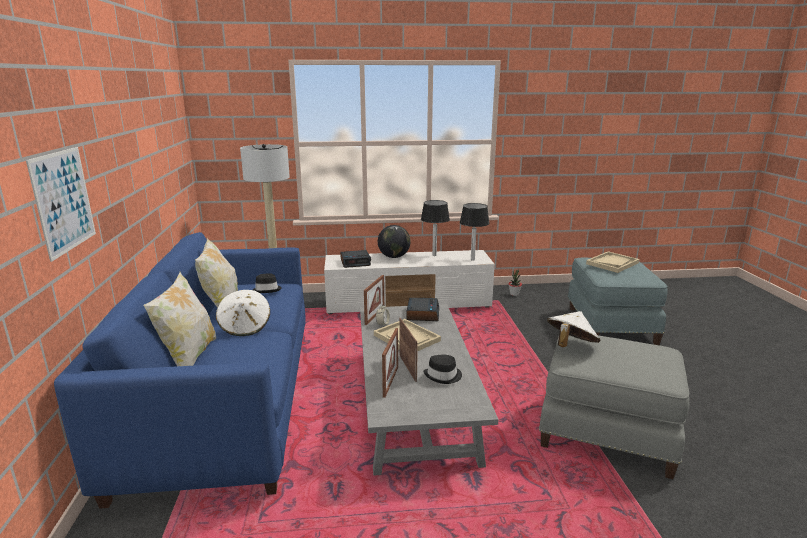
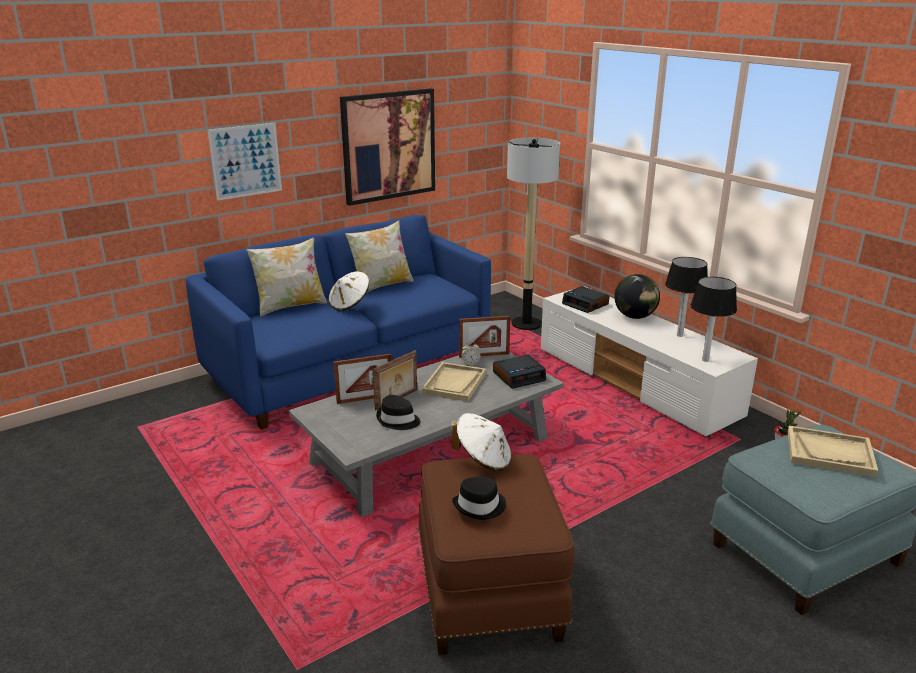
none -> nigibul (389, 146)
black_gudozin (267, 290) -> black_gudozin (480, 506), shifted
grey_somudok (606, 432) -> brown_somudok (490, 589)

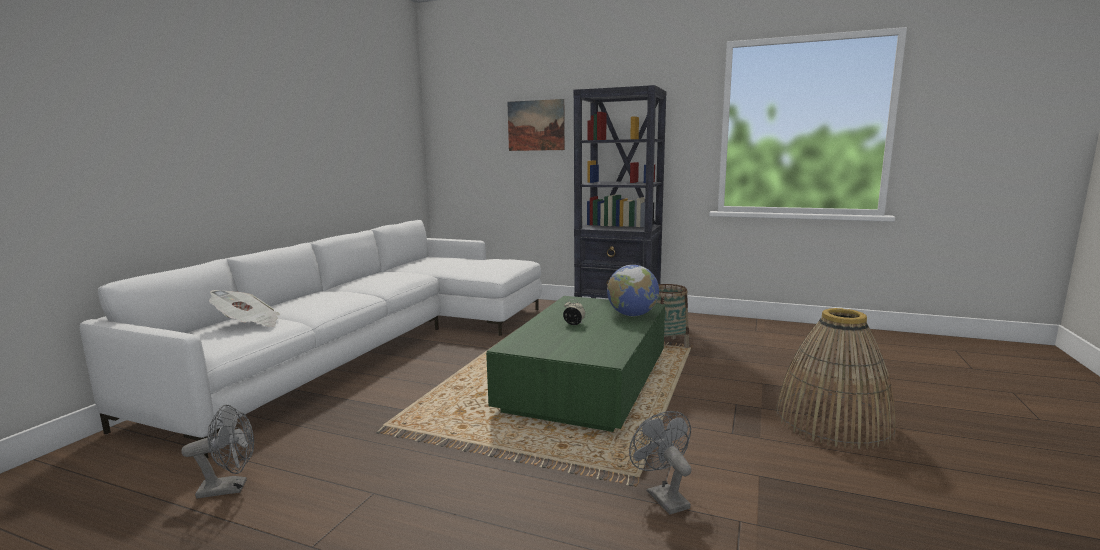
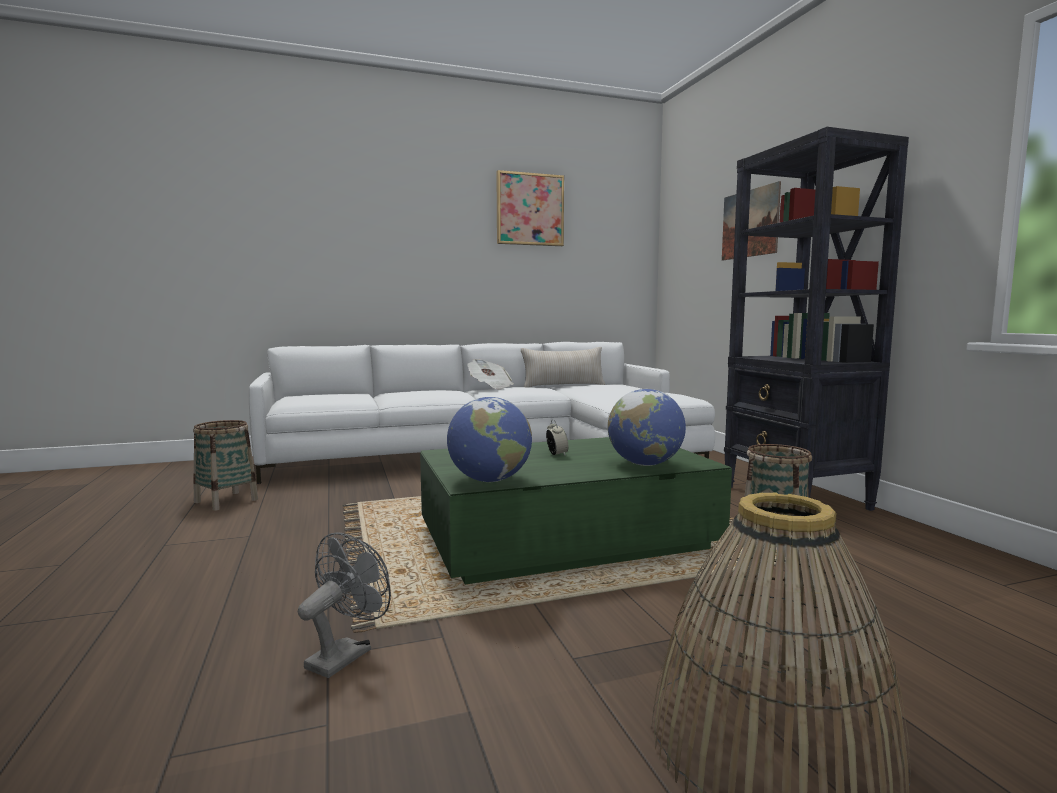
none -> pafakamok (490, 480)
none -> nigibul (530, 209)
none -> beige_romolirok (563, 386)
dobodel (248, 324) -> dobodel (490, 387), shifted
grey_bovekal (230, 488) -> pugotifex (226, 501)

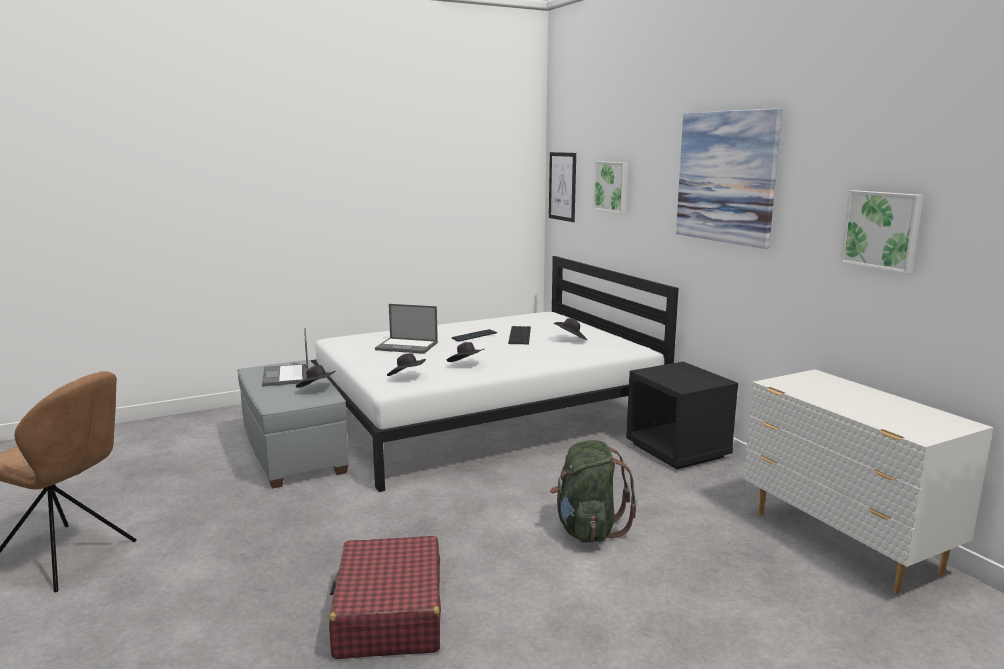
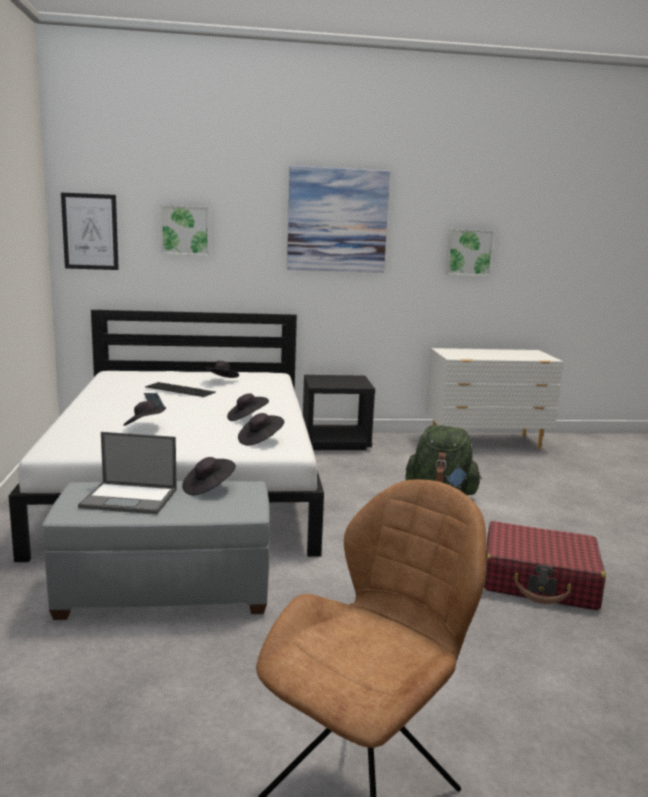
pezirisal (407, 346) -> black_gudozin (145, 427)

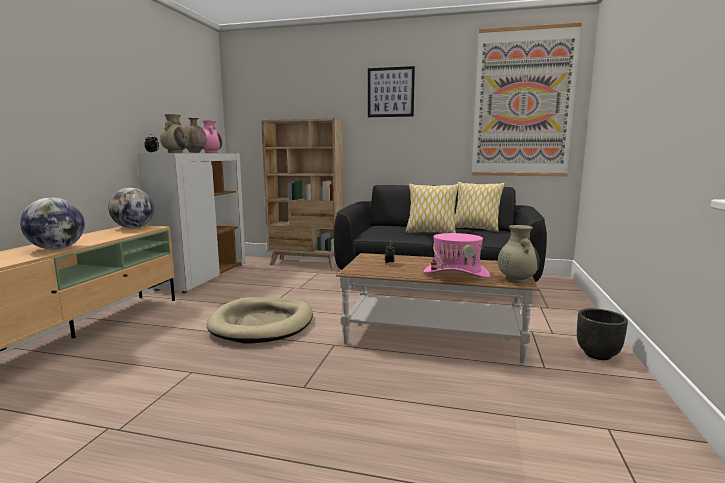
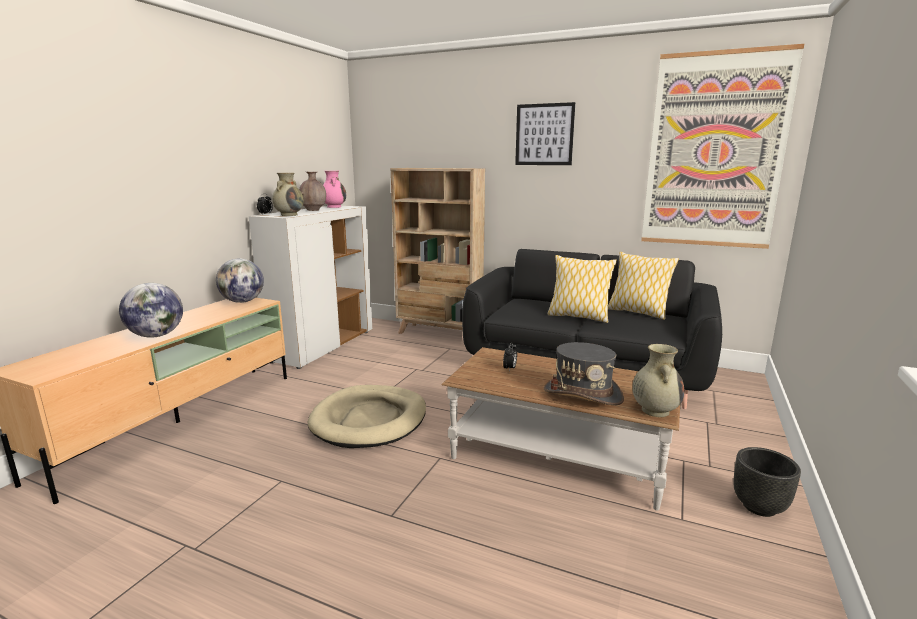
pink_gudozin (456, 274) -> grey_gudozin (582, 394)

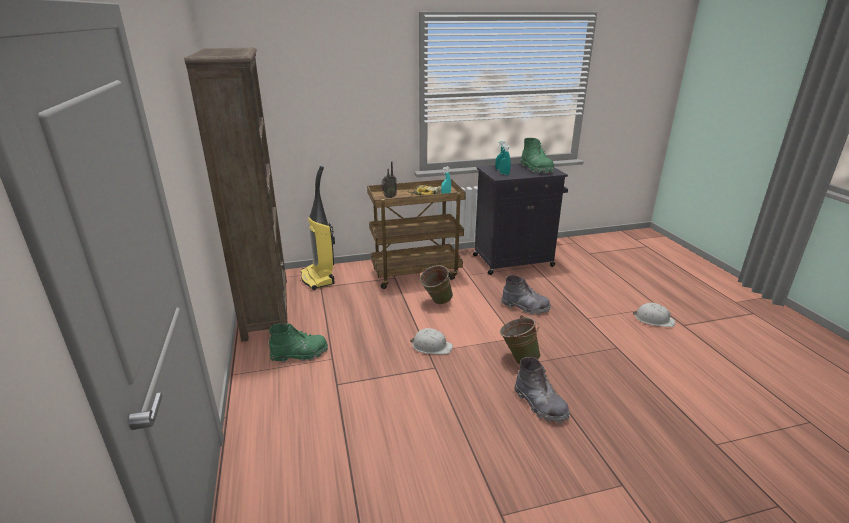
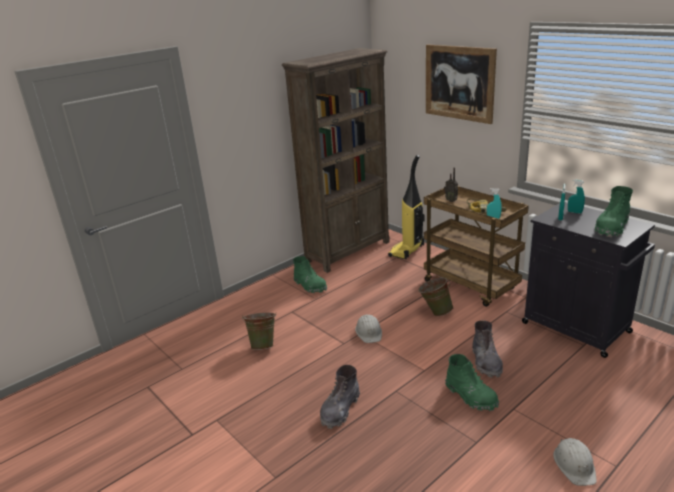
none -> nigibul (459, 83)
none -> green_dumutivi (471, 396)
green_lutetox (518, 358) -> green_lutetox (263, 345), shifted

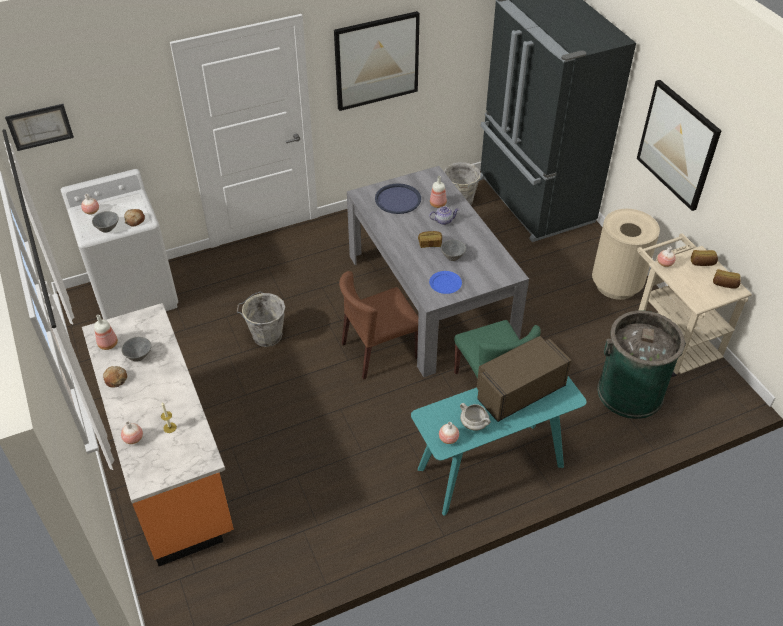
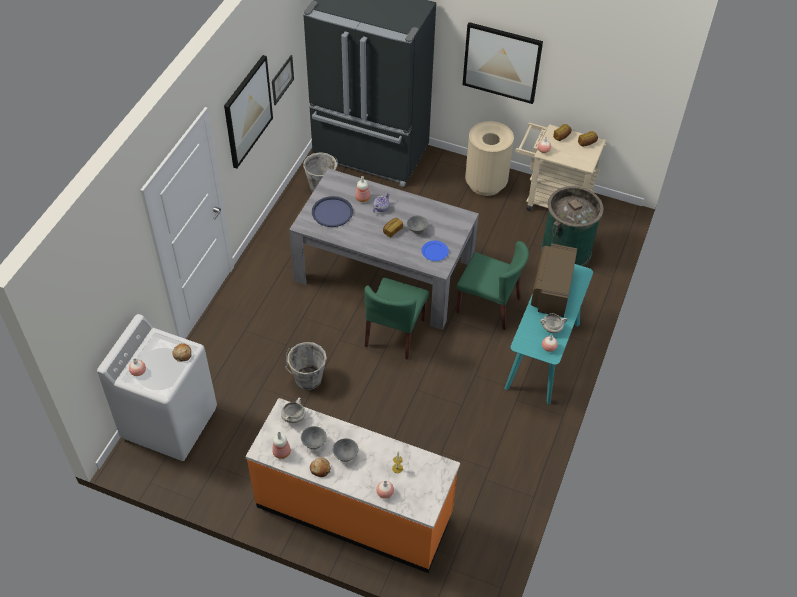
none -> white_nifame (293, 417)
nigibul (40, 126) -> nigibul (282, 79), shifted
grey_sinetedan (108, 228) -> grey_sinetedan (346, 455), shifted
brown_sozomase (379, 351) -> green_sozomase (395, 333)

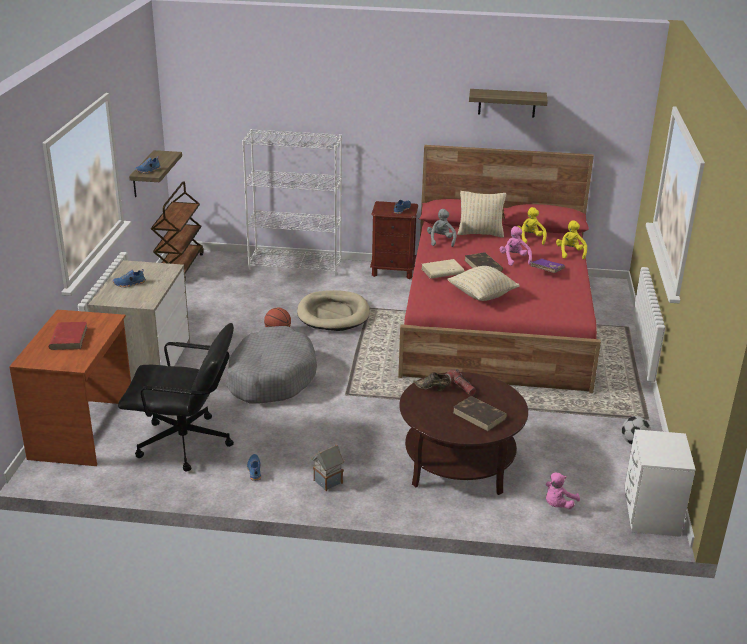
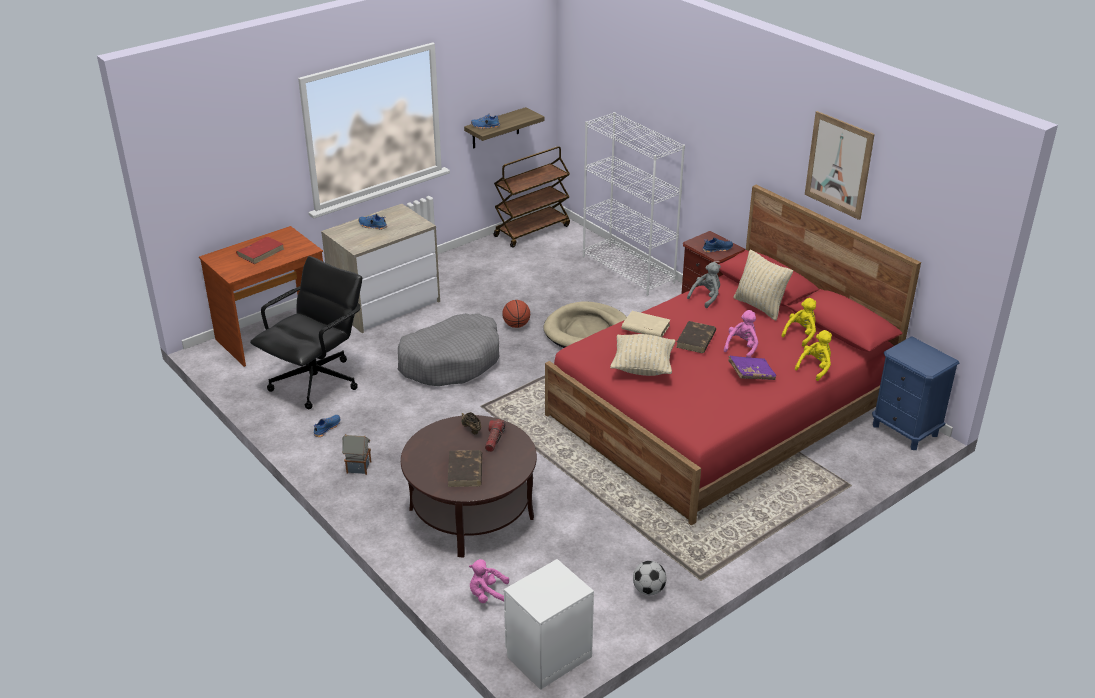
none -> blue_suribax (905, 430)
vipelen (507, 103) -> nigibul (838, 165)
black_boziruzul (185, 444) -> black_boziruzul (316, 382), 105 degrees counterclockwise

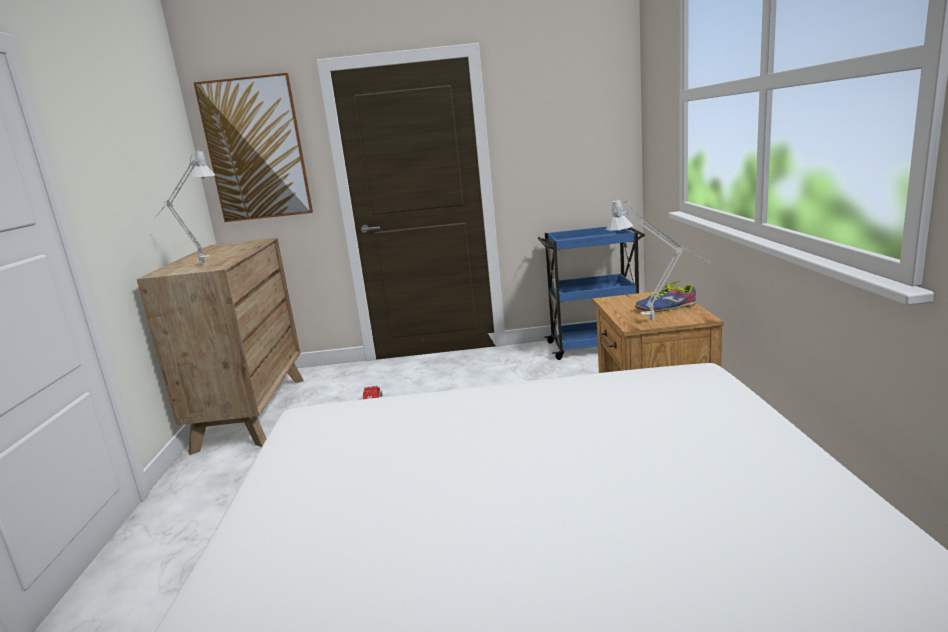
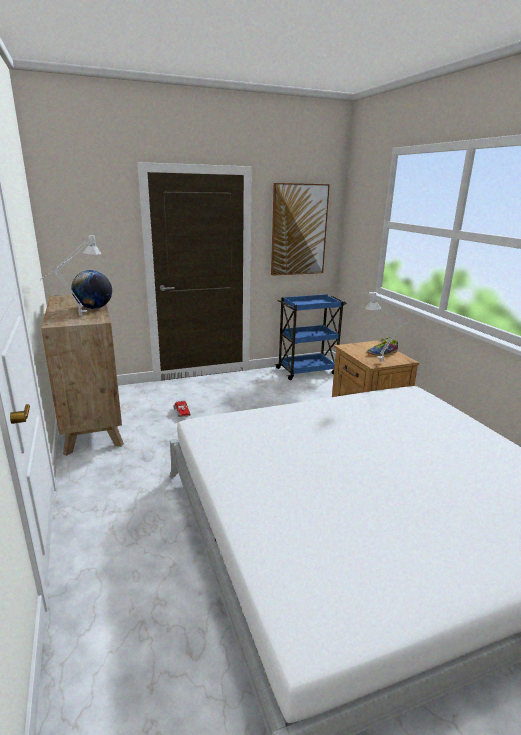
none -> pafakamok (94, 308)
nigibul (256, 149) -> nigibul (299, 230), shifted

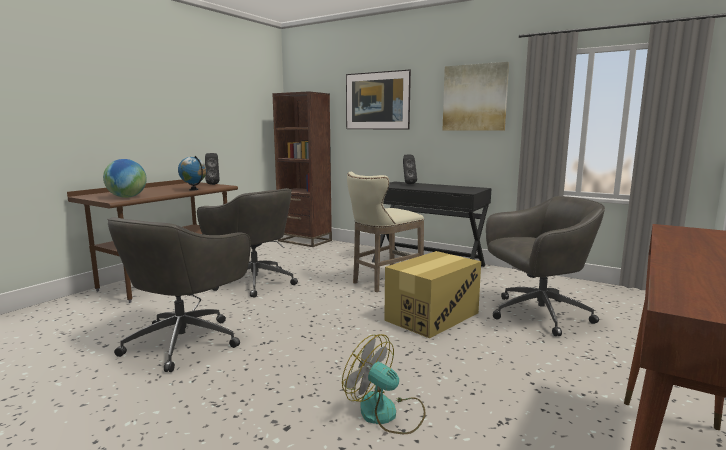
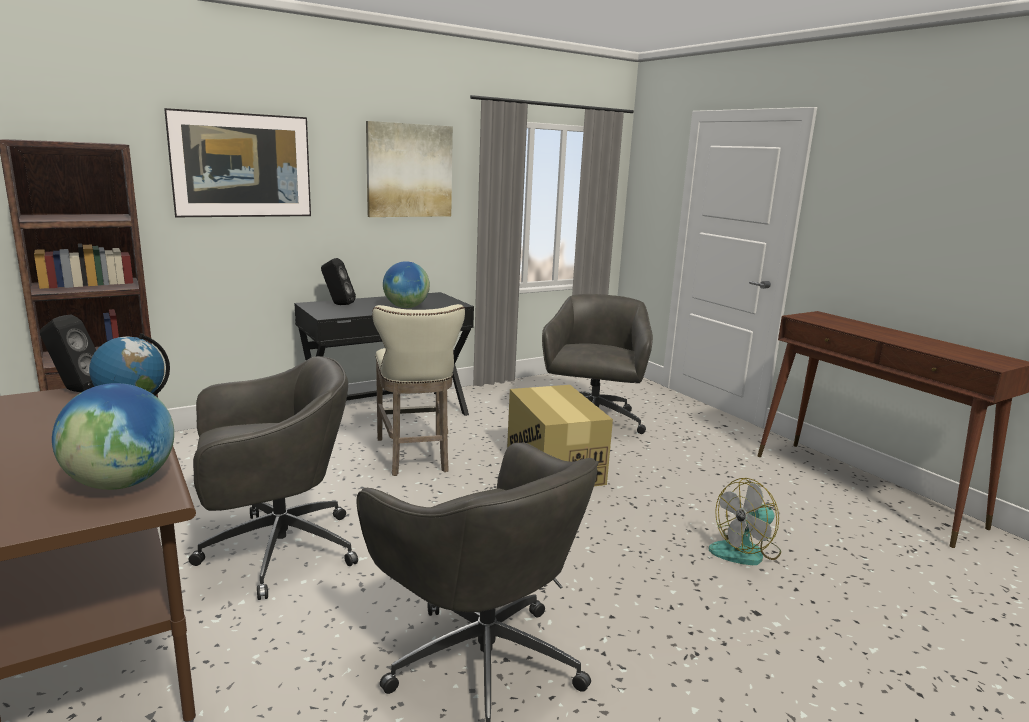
none -> pafakamok (406, 307)

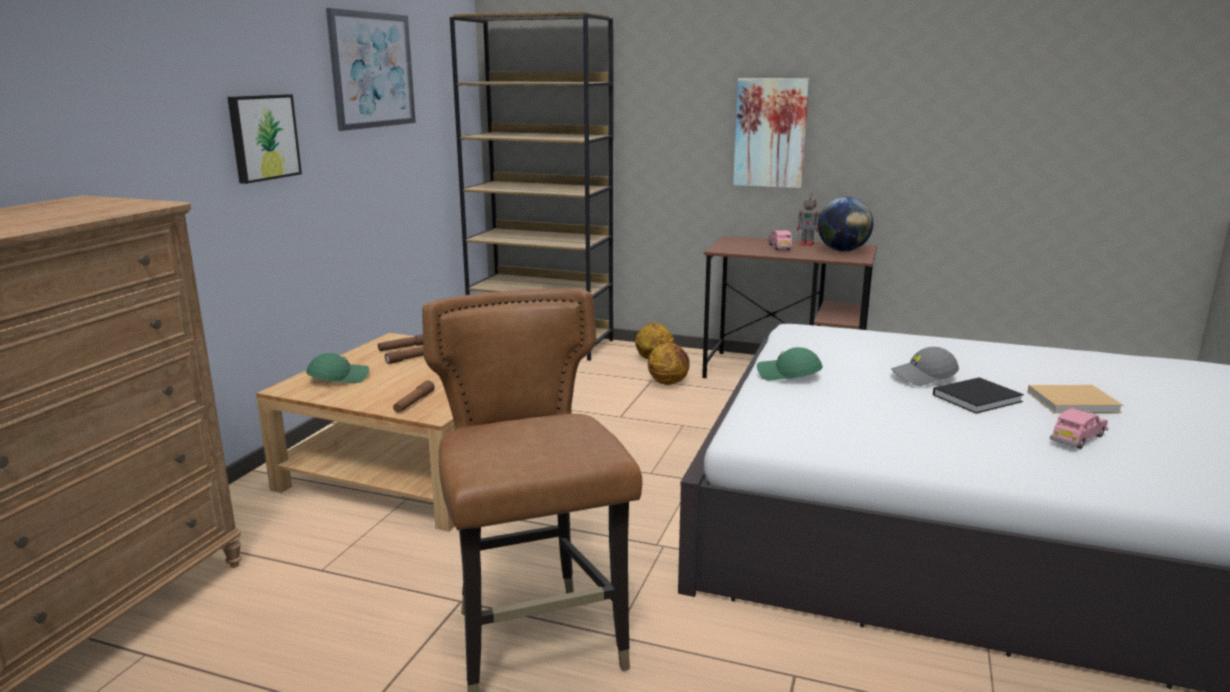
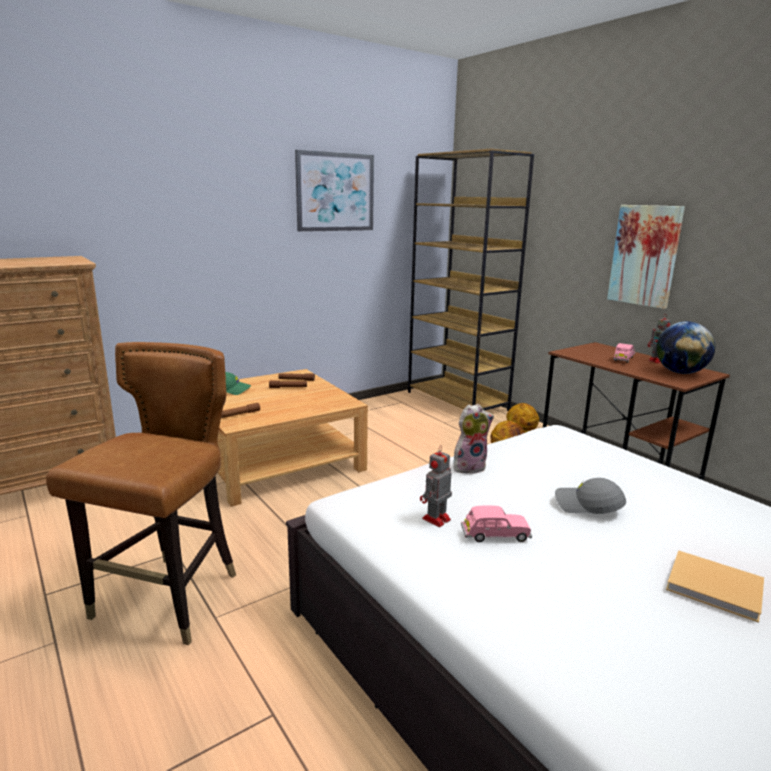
nigibul (263, 137) -> none
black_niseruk (978, 398) -> none
none -> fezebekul (435, 520)
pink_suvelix (1077, 440) -> pink_suvelix (495, 536), shifted
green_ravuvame (788, 375) -> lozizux (469, 466)

